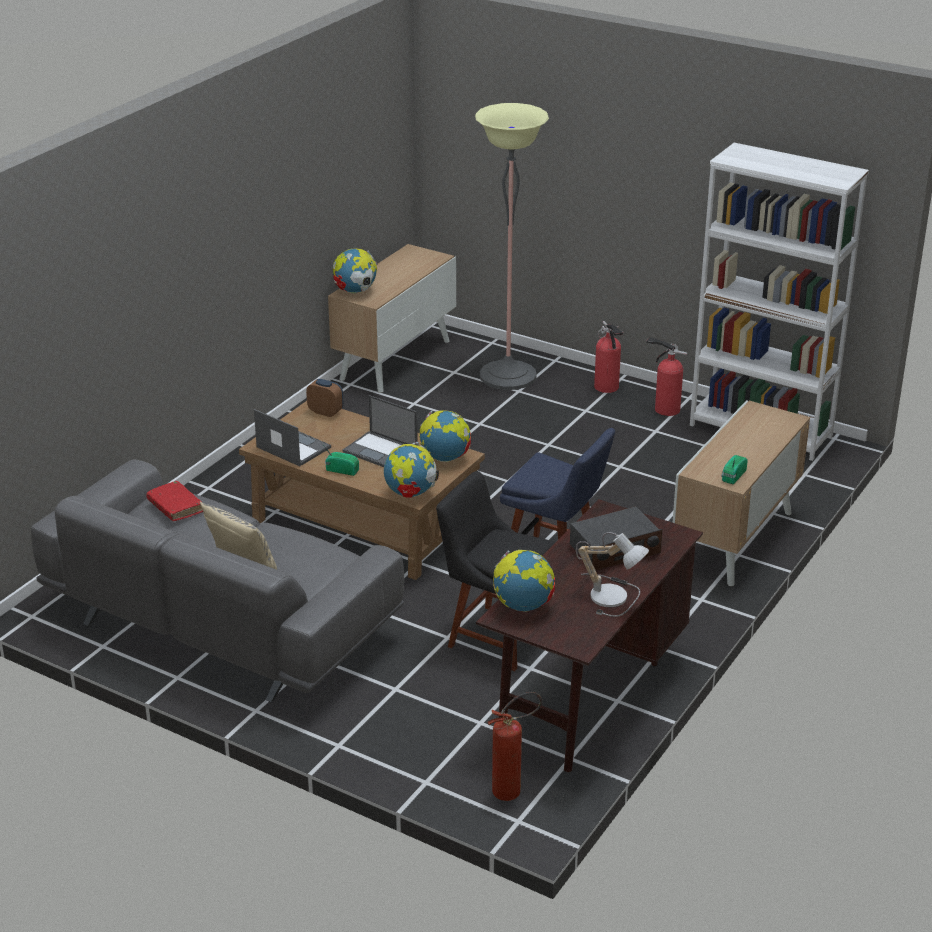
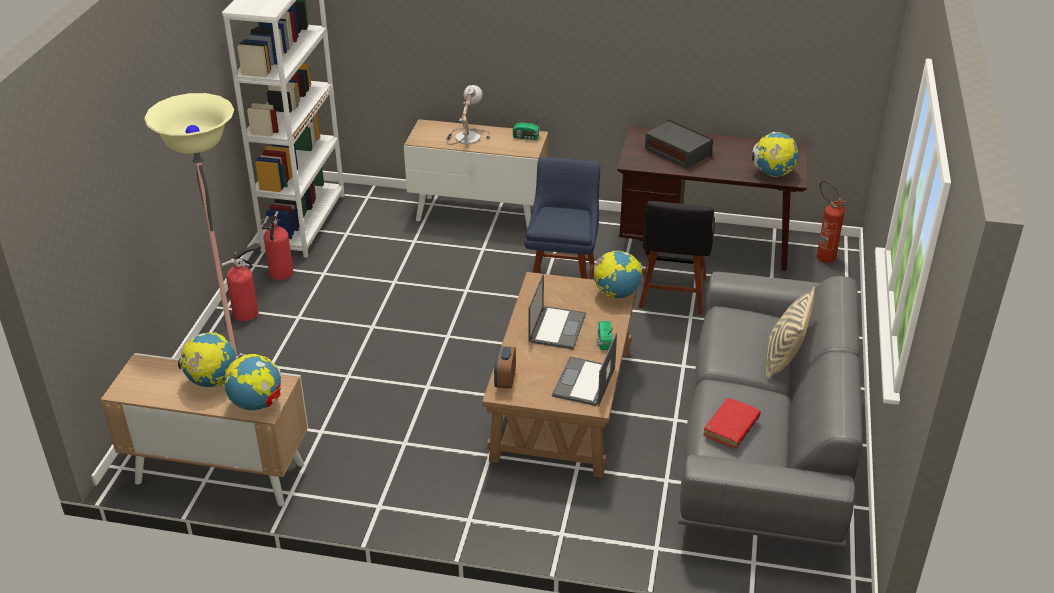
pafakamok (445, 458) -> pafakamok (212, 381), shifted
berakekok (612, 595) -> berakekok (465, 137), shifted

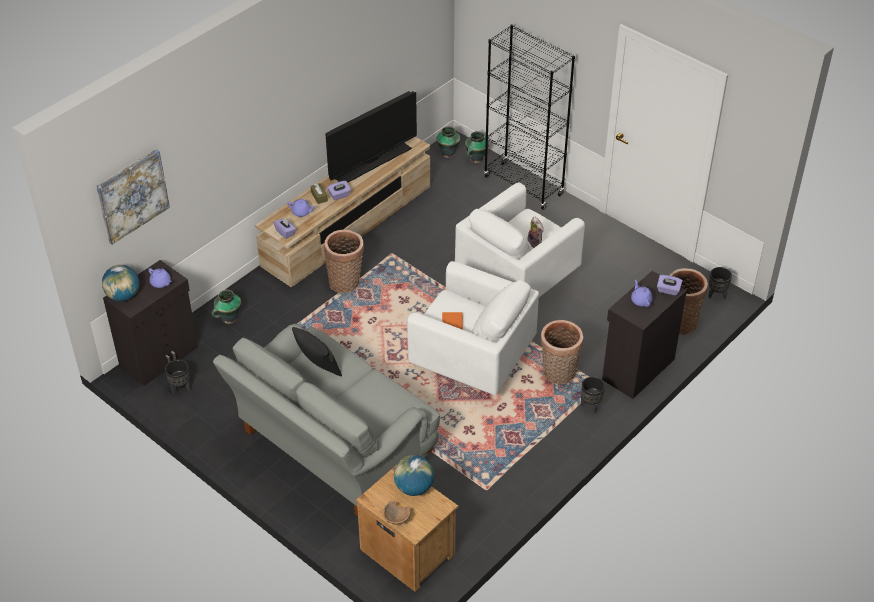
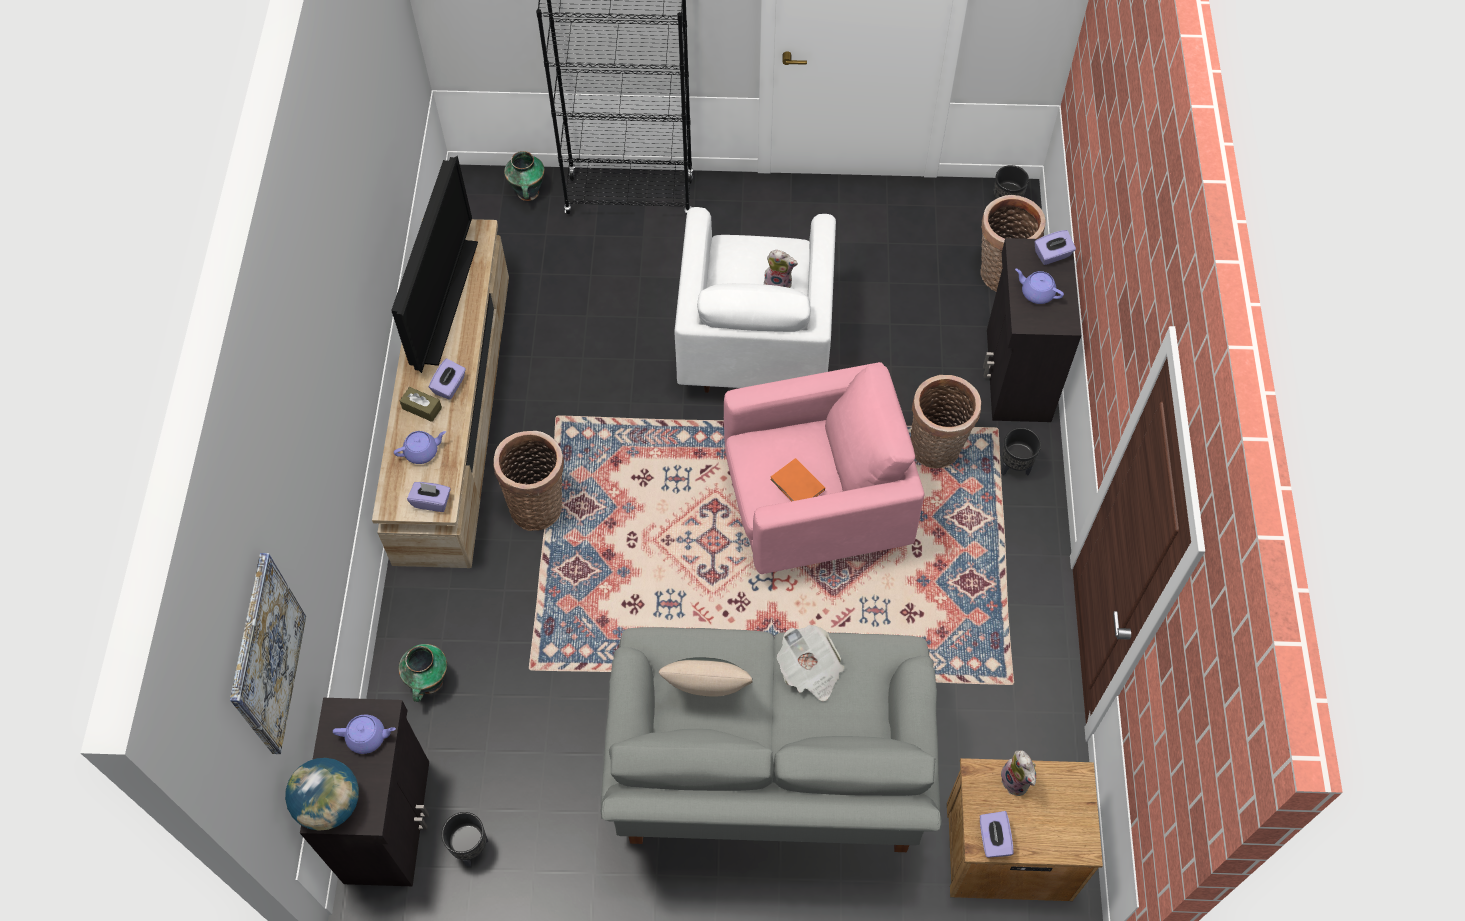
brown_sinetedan (396, 519) -> none
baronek (448, 153) -> none
none -> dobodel (810, 670)
none -> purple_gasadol (993, 839)
pafakamok (414, 487) -> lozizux (1017, 781)
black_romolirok (318, 368) -> beige_romolirok (707, 693)
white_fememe (471, 360) -> pink_fememe (814, 507)

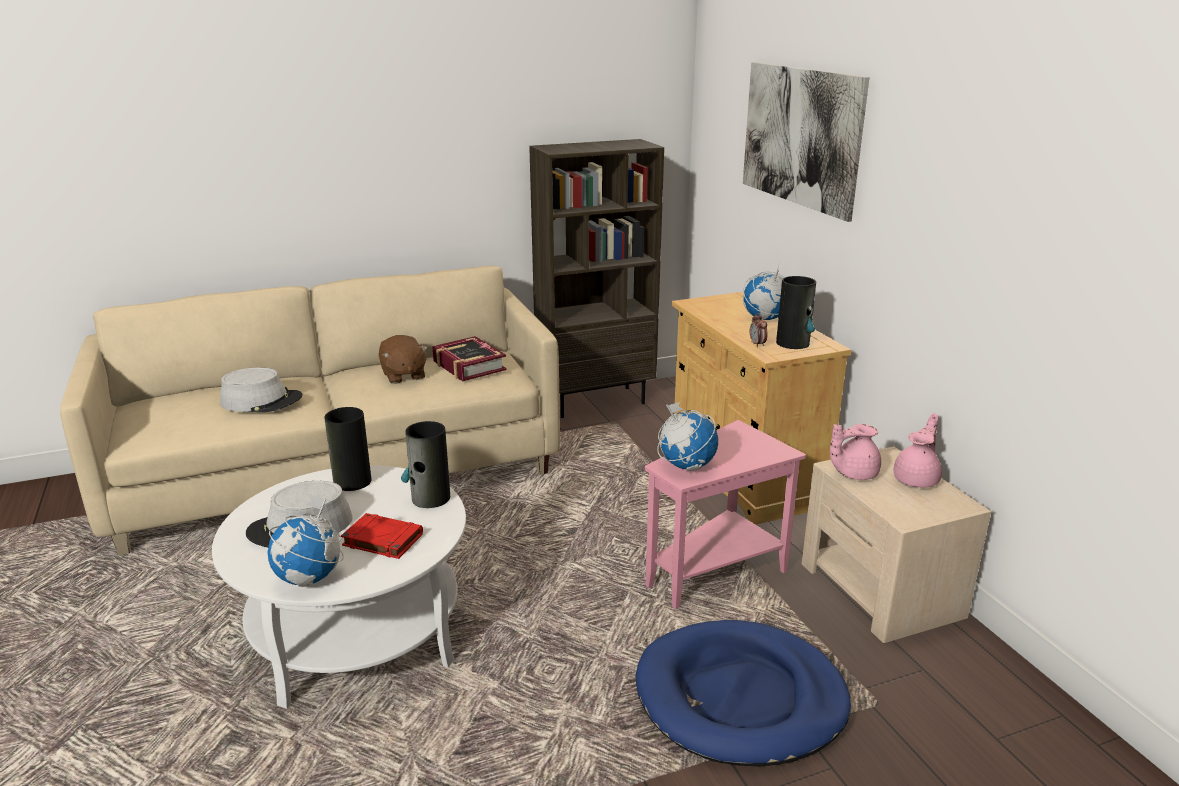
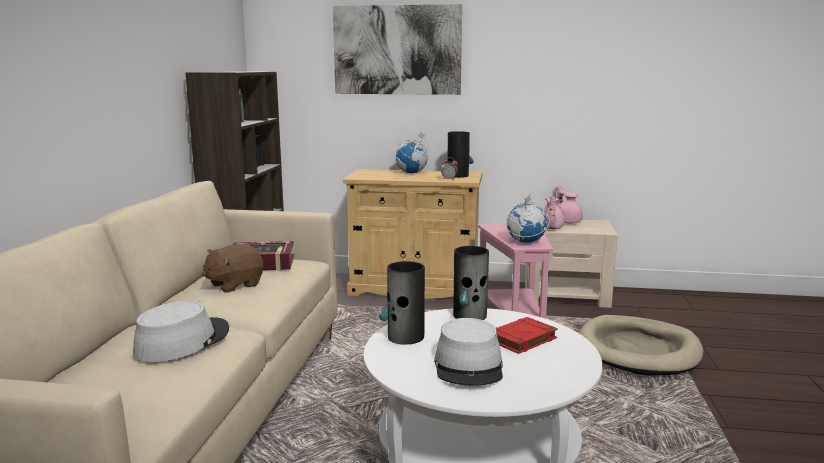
pafakamok (310, 578) -> none
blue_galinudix (740, 698) -> beige_galinudix (638, 350)
brown_lozizux (403, 375) -> brown_lozizux (234, 285), 135 degrees clockwise

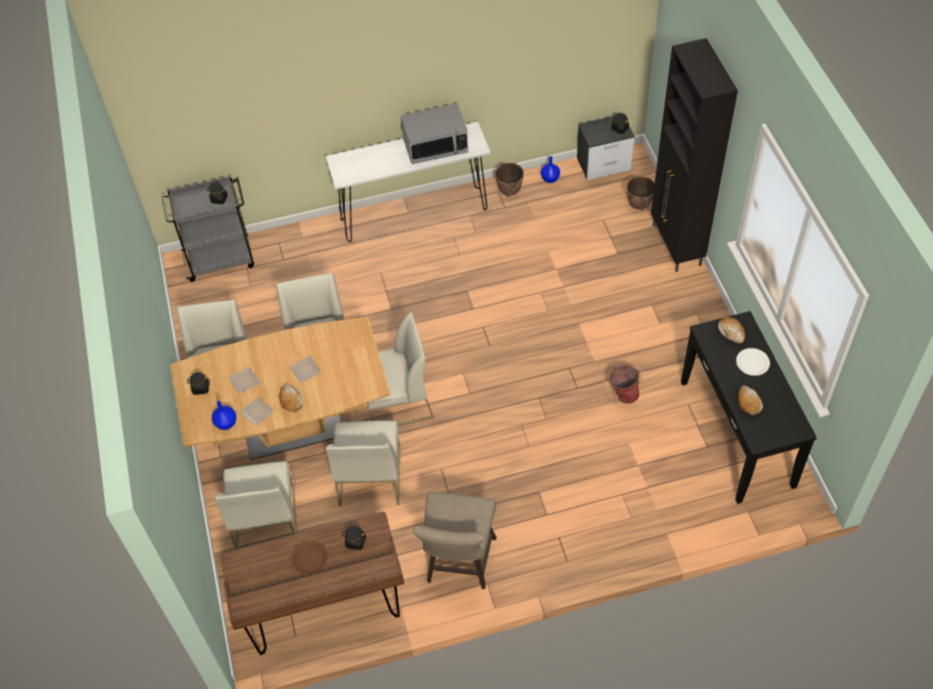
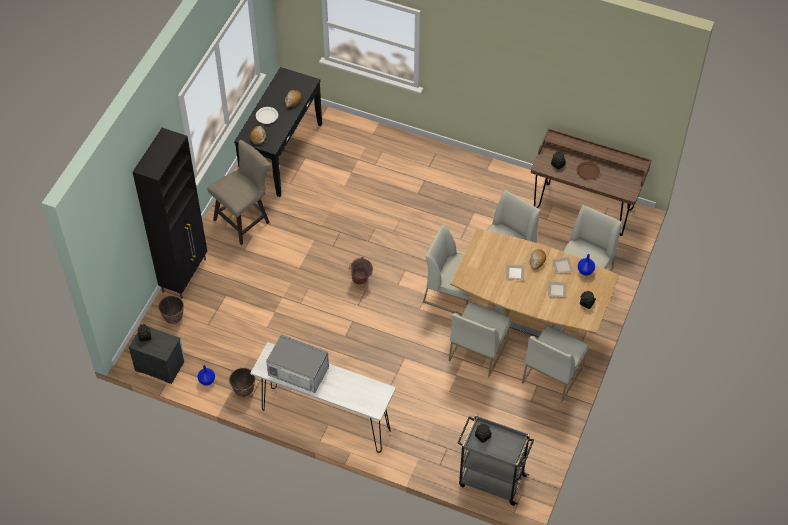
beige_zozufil (459, 564) -> beige_zozufil (245, 219), shifted
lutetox (623, 394) -> lutetox (360, 281), shifted

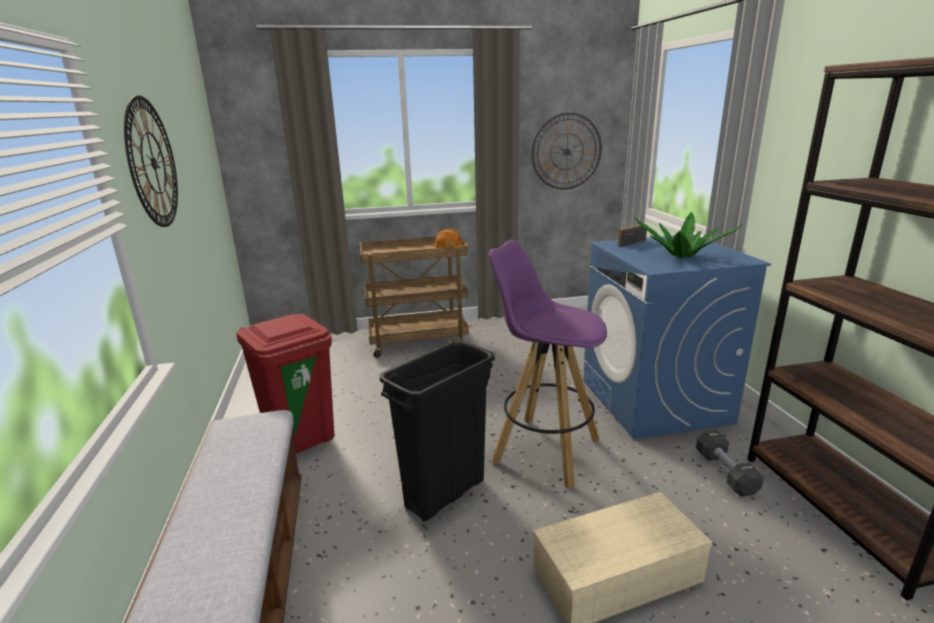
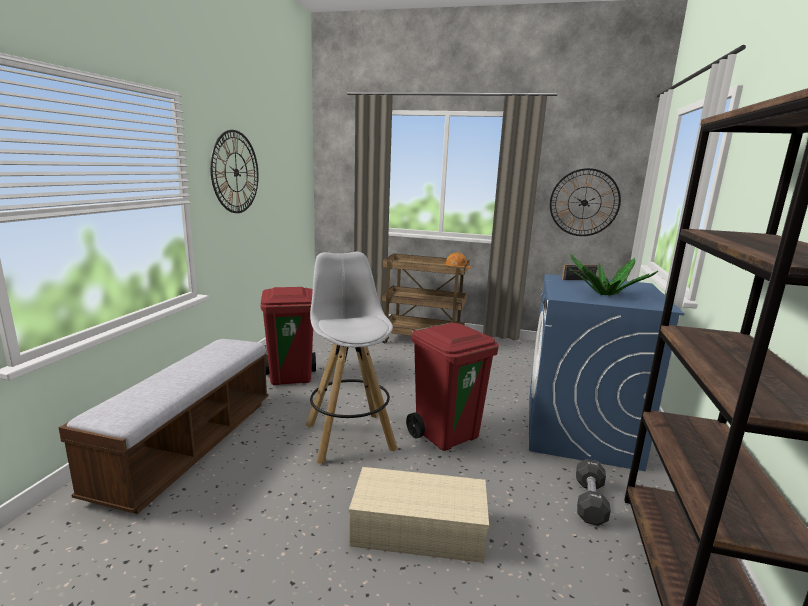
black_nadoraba (445, 493) -> white_zozufil (349, 436)
purple_zozufil (544, 450) -> red_nadoraba (446, 434)

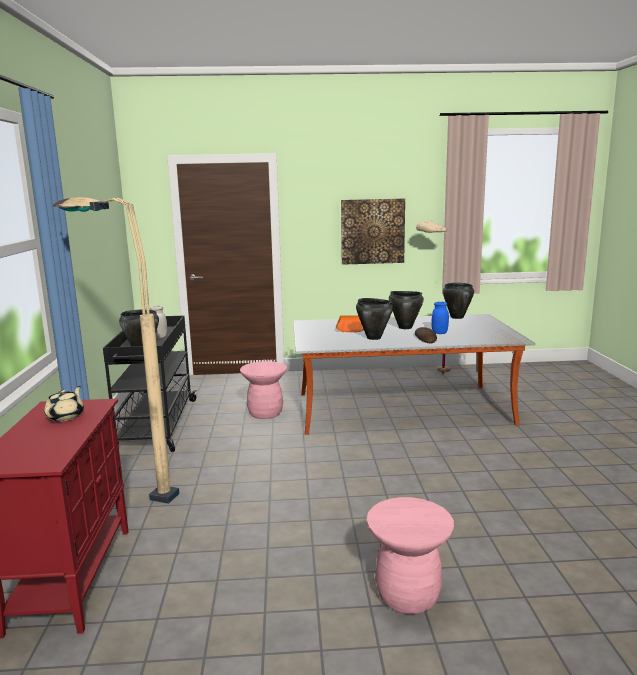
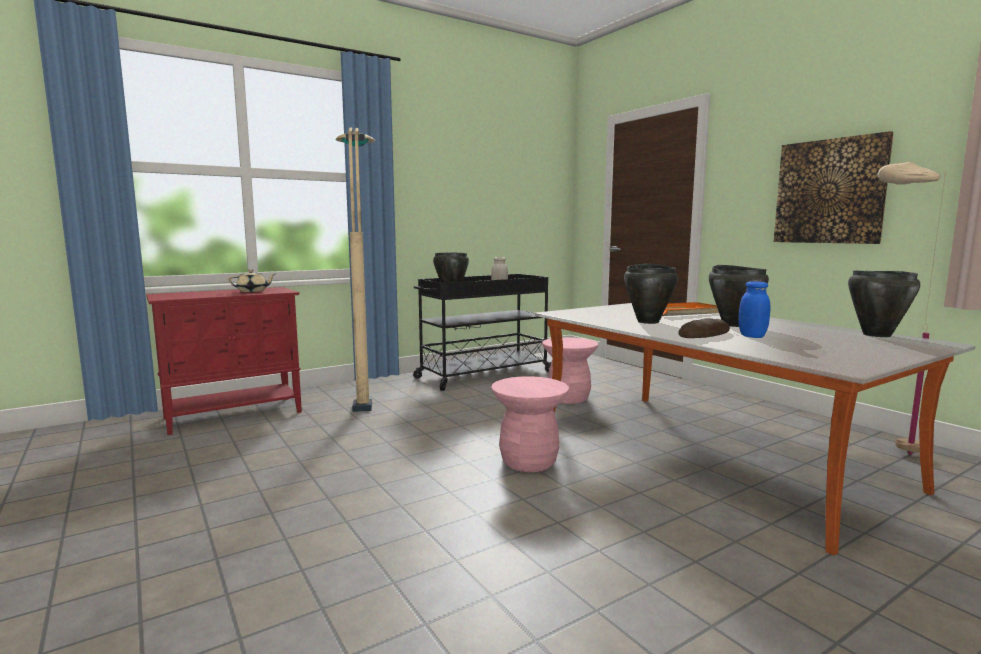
pink_zozufil (408, 595) -> pink_zozufil (529, 462), shifted

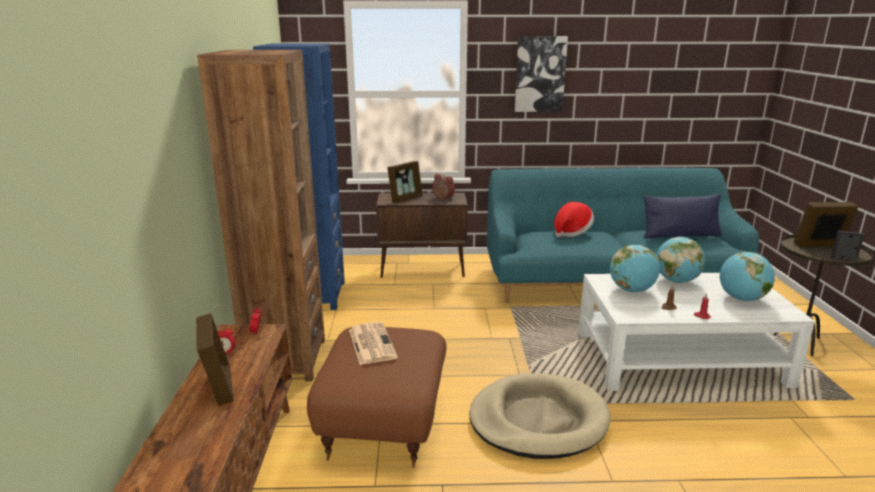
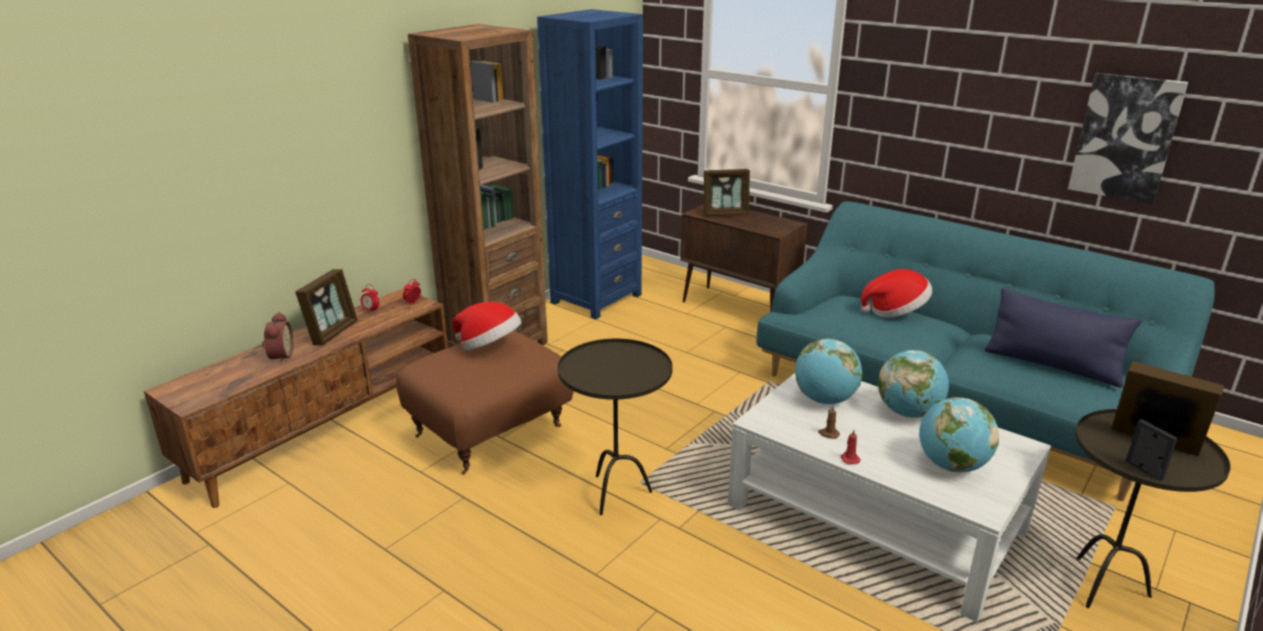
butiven (442, 198) -> butiven (279, 356), shifted
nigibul (540, 74) -> nigibul (1125, 137), shifted
dobodel (371, 343) -> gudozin (490, 347)
beige_galinudix (538, 420) -> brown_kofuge (616, 493)

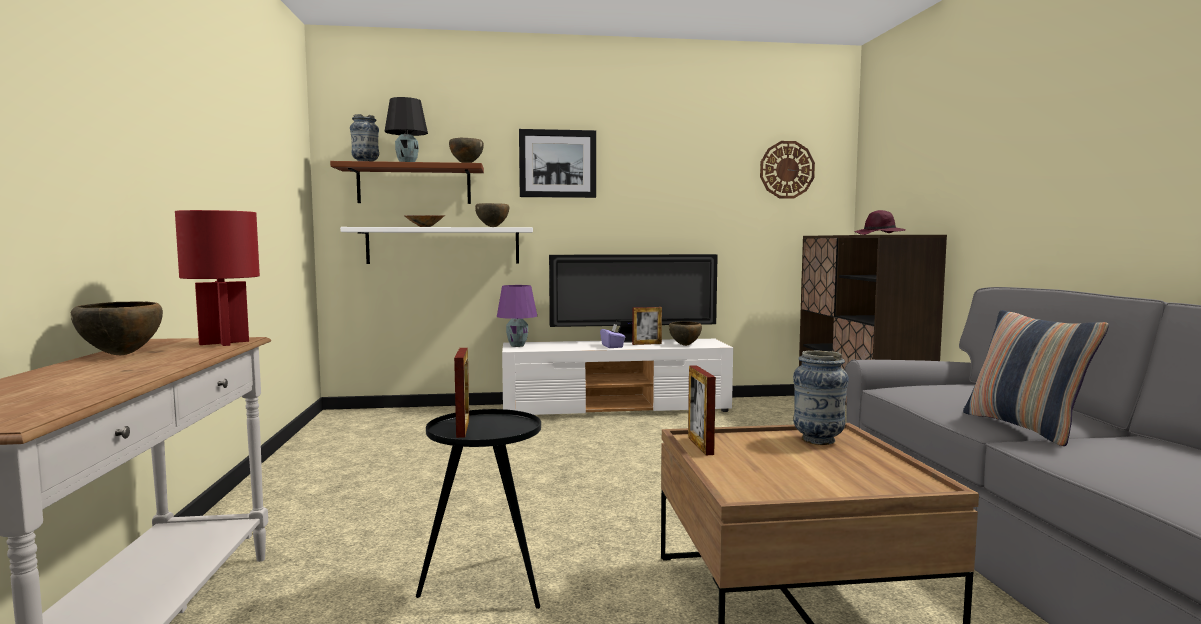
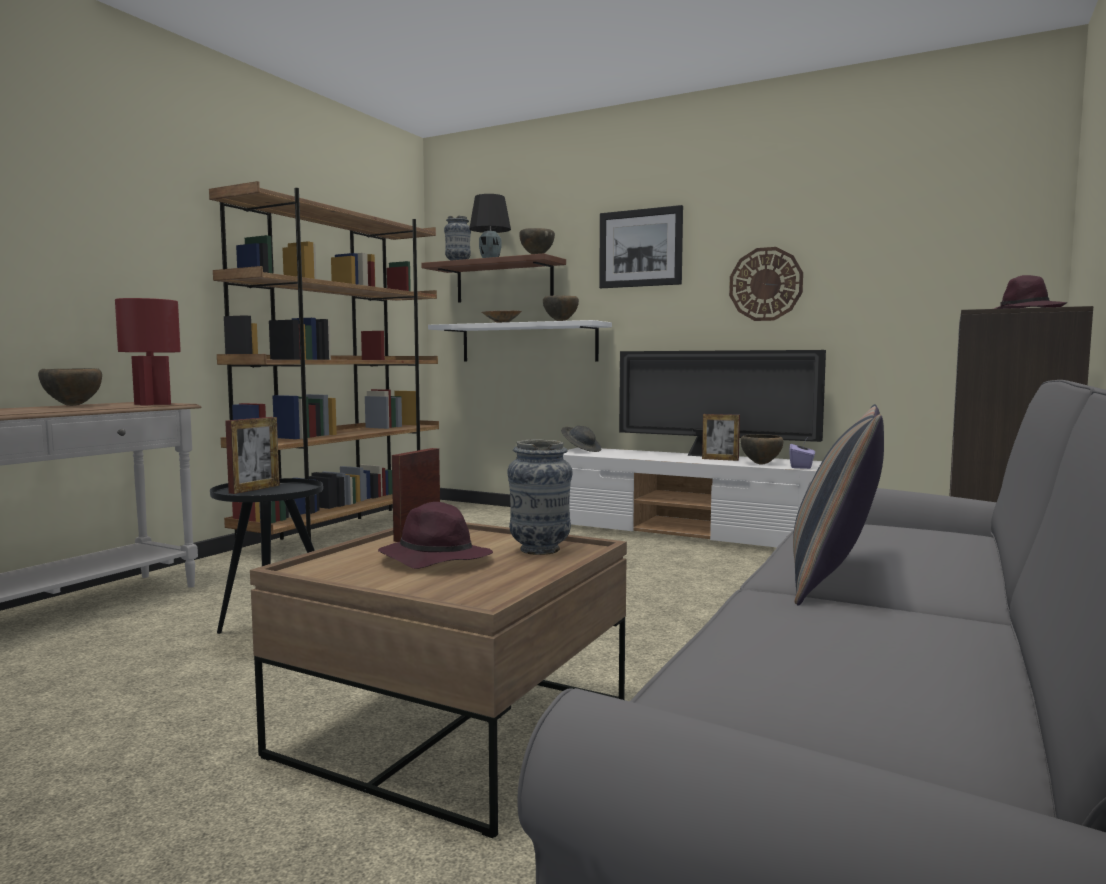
none -> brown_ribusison (345, 531)
none -> purple_gudozin (434, 559)
purple_gasadol (612, 346) -> purple_gasadol (801, 466), shifted
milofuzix (787, 169) -> milofuzix (765, 284), shifted
purple_berakekok (517, 345) -> grey_gudozin (581, 450)

